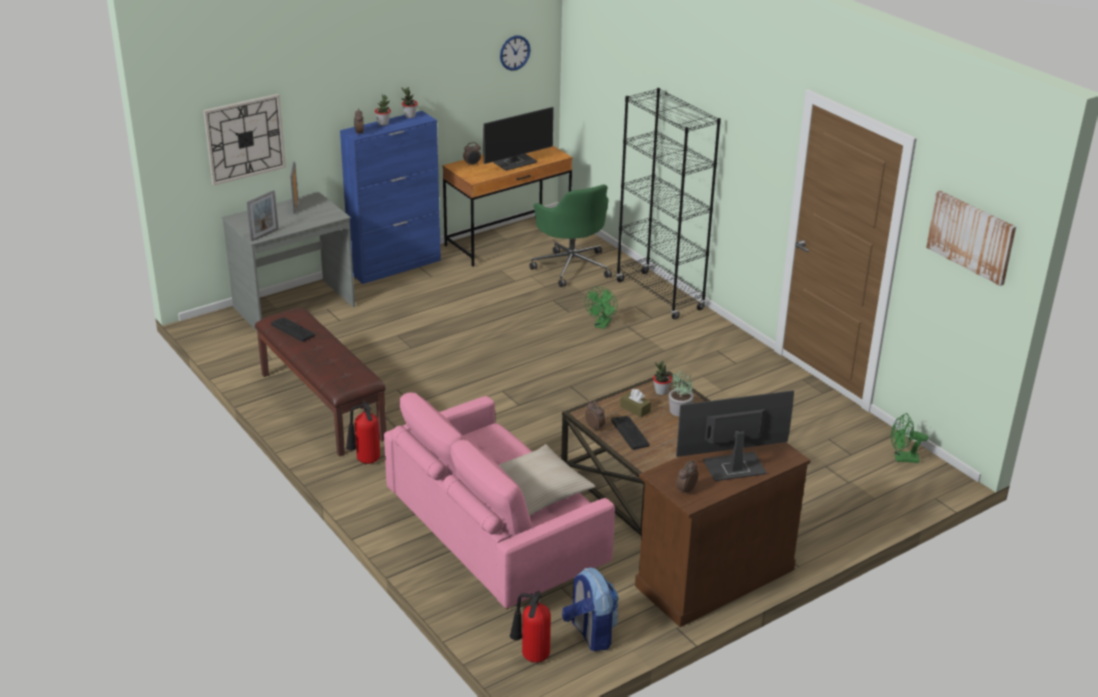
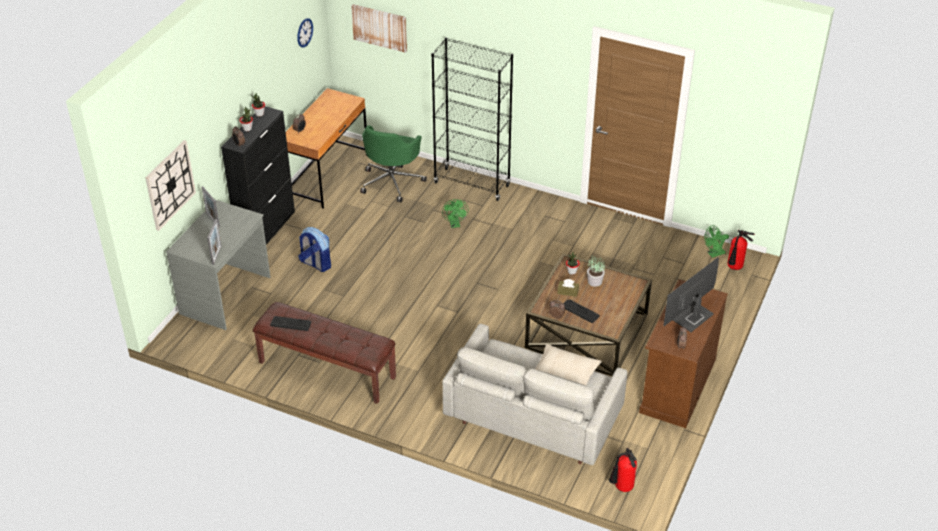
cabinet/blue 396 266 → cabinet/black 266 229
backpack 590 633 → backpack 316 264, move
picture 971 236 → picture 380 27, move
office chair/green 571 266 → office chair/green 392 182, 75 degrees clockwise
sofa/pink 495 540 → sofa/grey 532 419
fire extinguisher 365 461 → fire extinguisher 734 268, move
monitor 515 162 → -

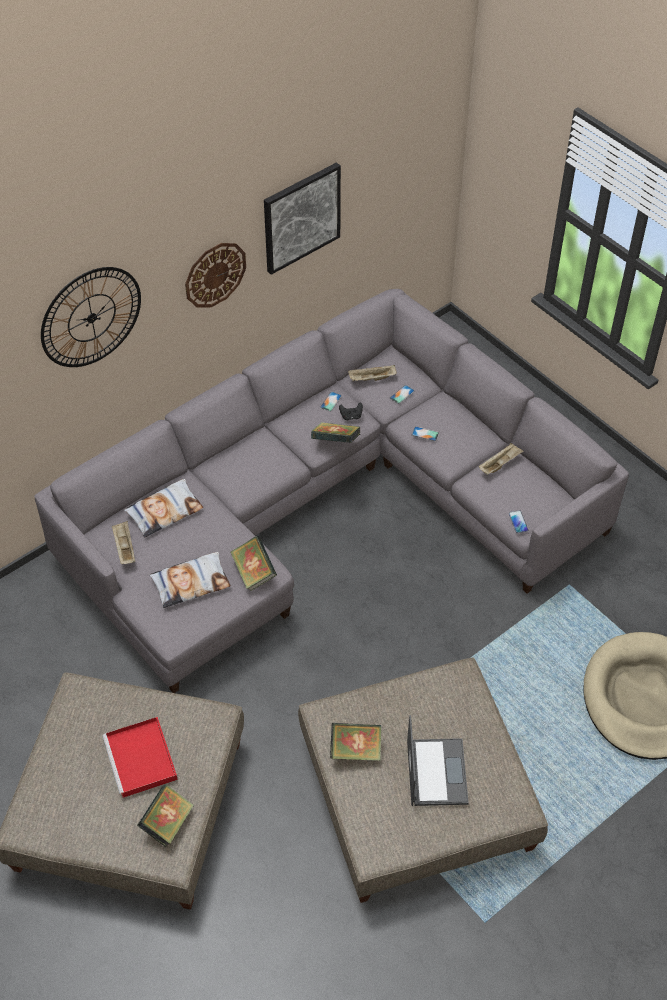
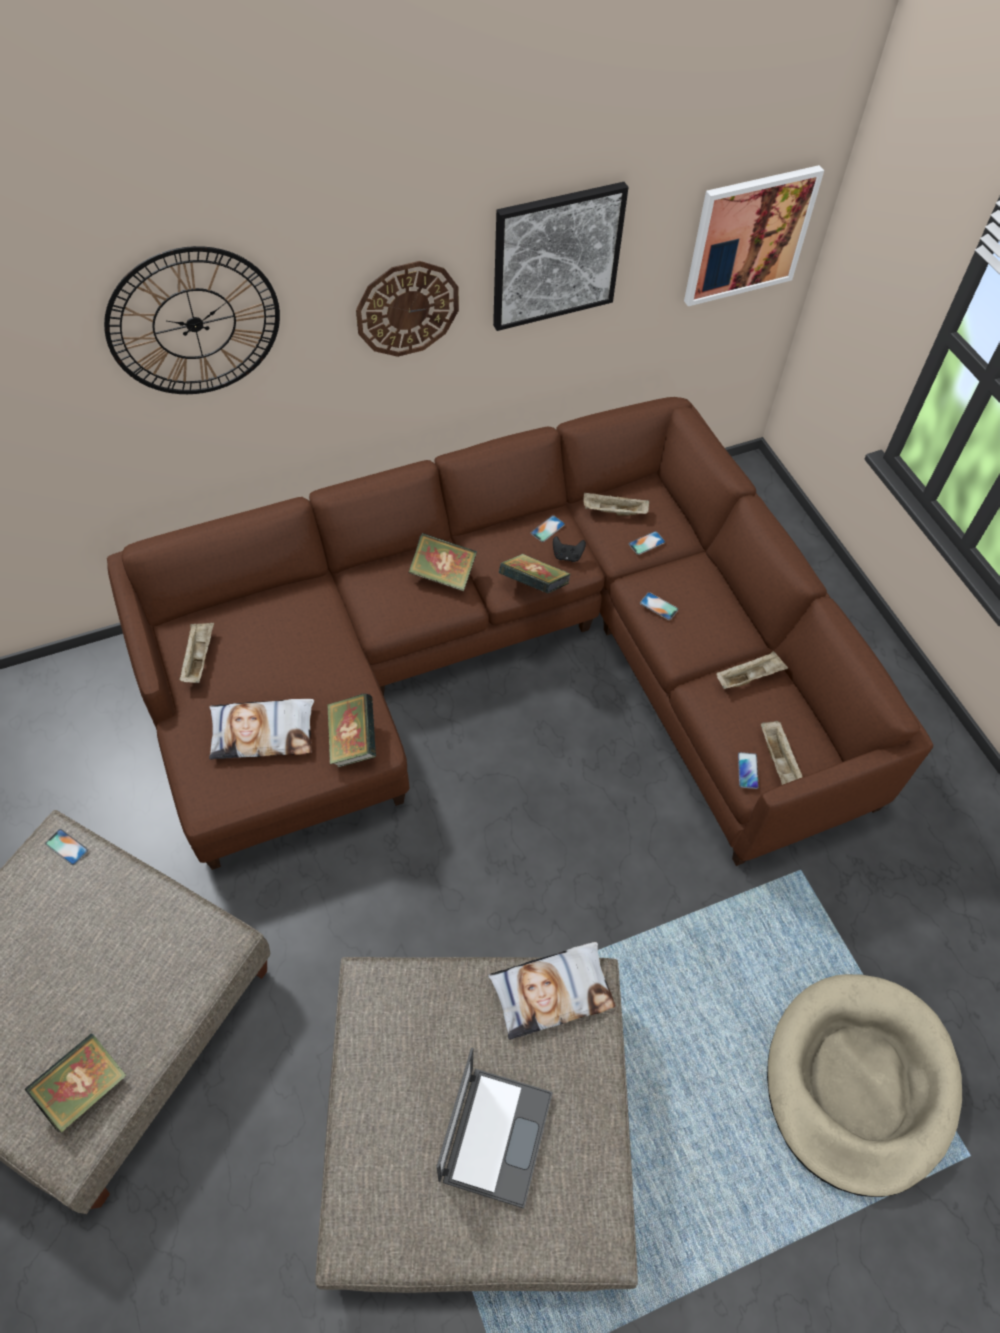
- → phone 66 847
sofa/grey 324 506 → sofa/brown 505 664
book 355 750 → book 443 575, move
pillow 164 511 → pillow 552 992, move
- → picture 749 235
- → tray/beige 779 762
tray/red 141 760 → -

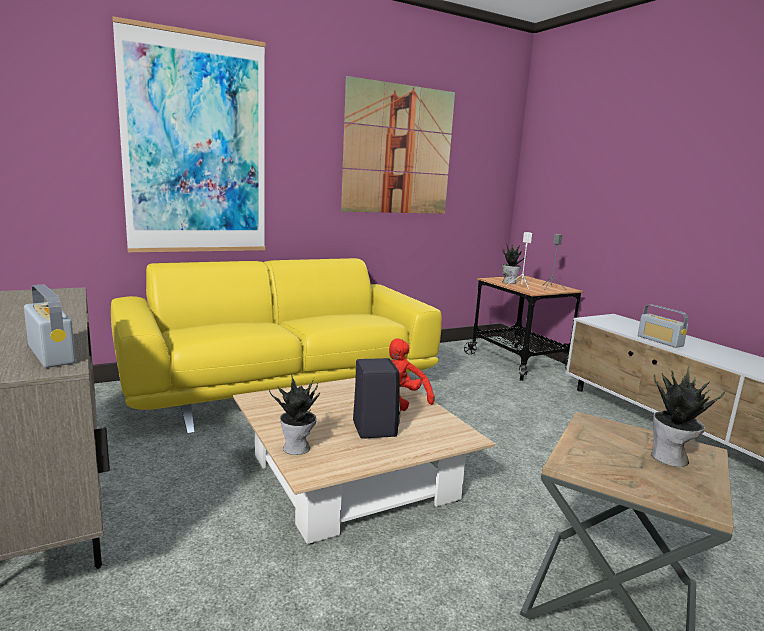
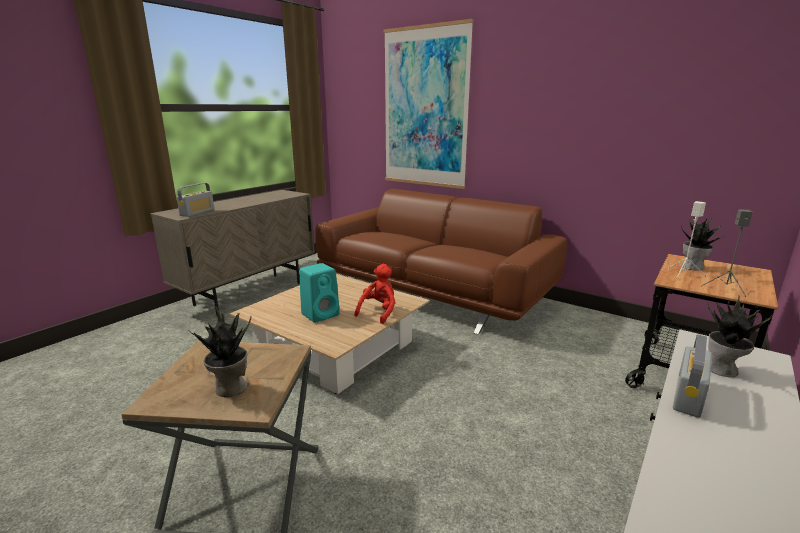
speaker/black 373 428 → speaker/turquoise 321 314
sofa/yellow 281 386 → sofa/brown 433 293
potted plant 297 448 → potted plant 722 370, move
picture 398 150 → -

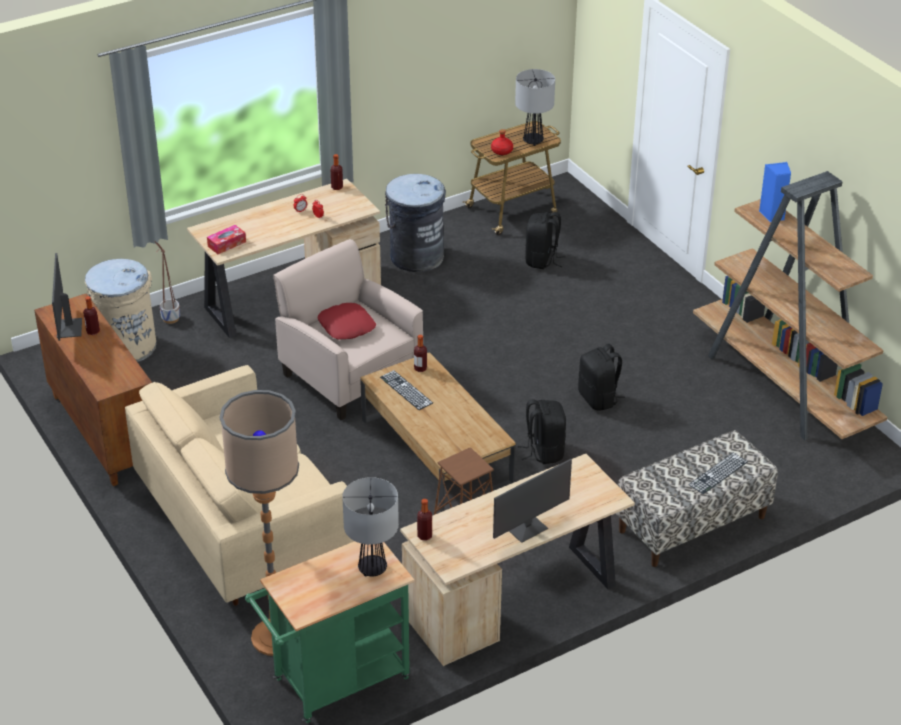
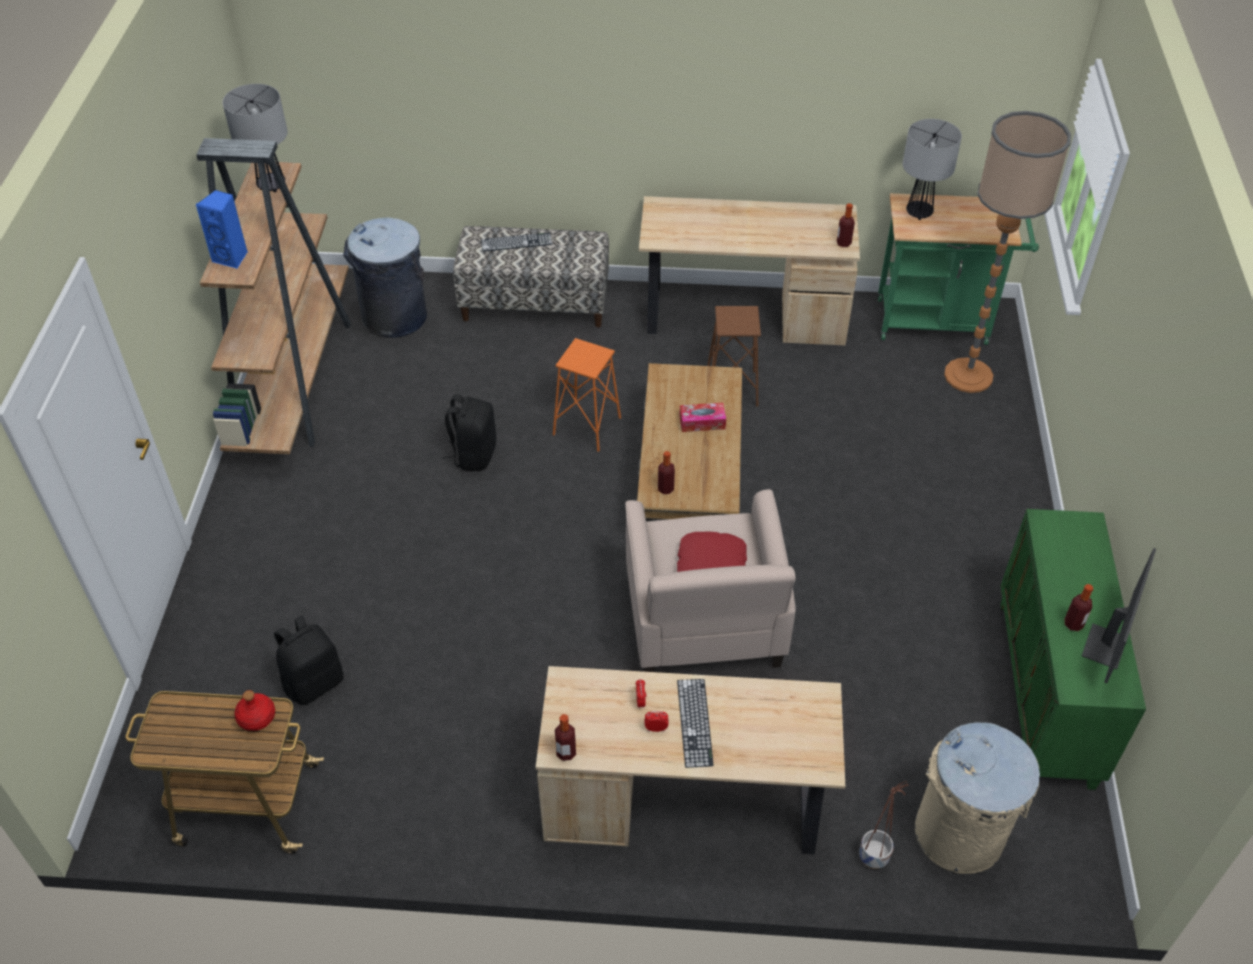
table lamp 533 141 → table lamp 271 185, move
trash can/grey 416 256 → trash can/grey 395 317, move
backpack/black 543 451 → stool/orange 587 426
keyboard 406 390 → keyboard 694 722, move
tissue box 227 244 → tissue box 702 422, move
cabinet/brown 103 432 → cabinet/green 1046 693
sofa/beige 243 528 → -
monitor 527 528 → -

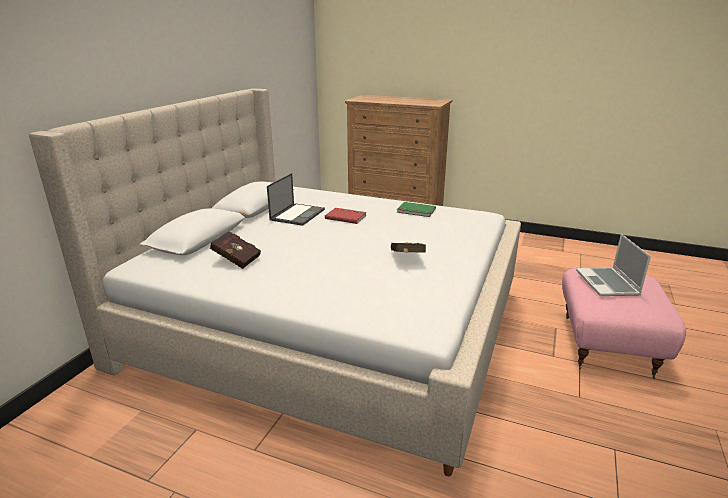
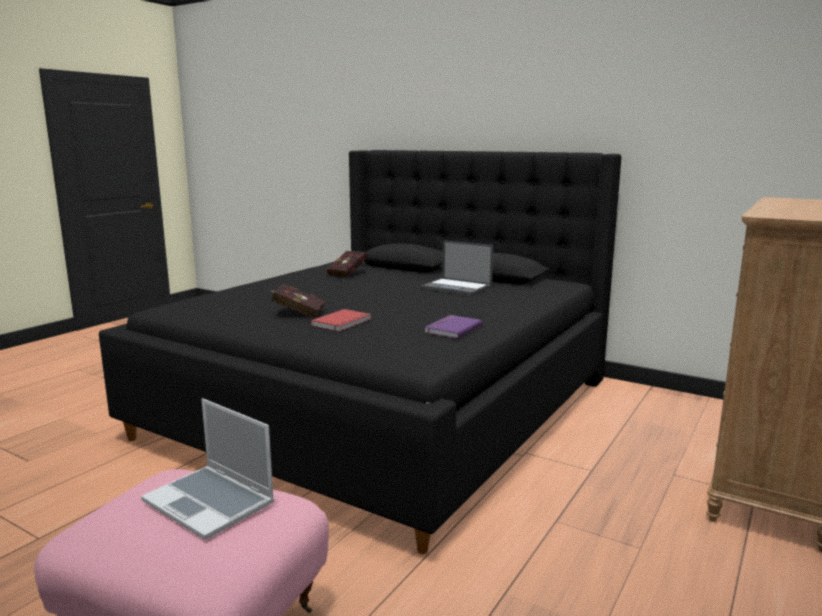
bed/beige 327 325 → bed/black 387 406
laptop 608 284 → laptop 211 503, 150 degrees counterclockwise
book/red 346 216 → book/red 343 322, move
book/green 416 211 → book/purple 451 329

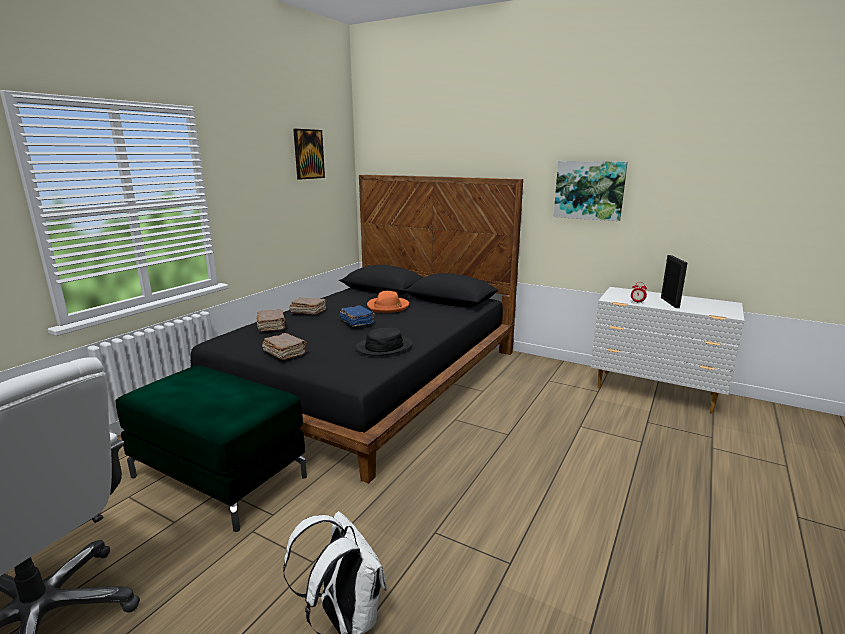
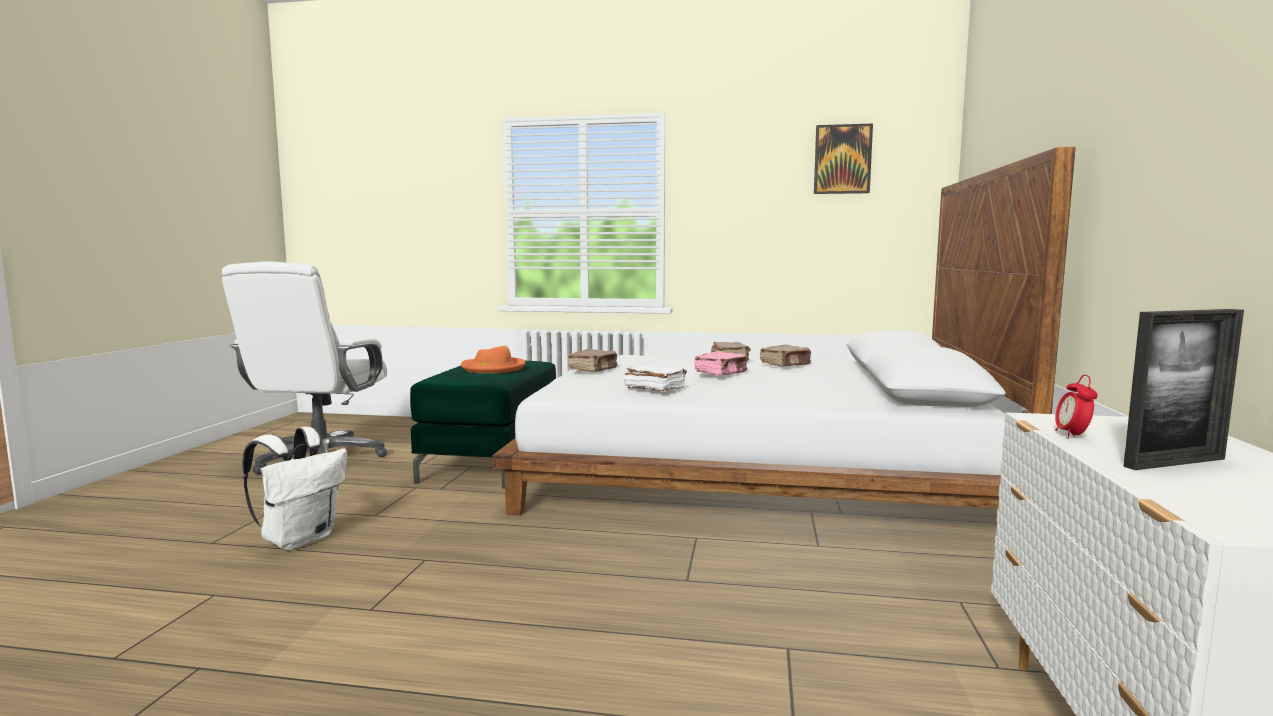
hat/orange 388 307 → hat/orange 493 368, move
bed/black 369 379 → bed/white 751 475
hat/black 384 347 → book/white 654 388
book/blue 357 322 → book/pink 721 373
book/brown 272 327 → book/brown 785 364, move
picture 589 190 → -

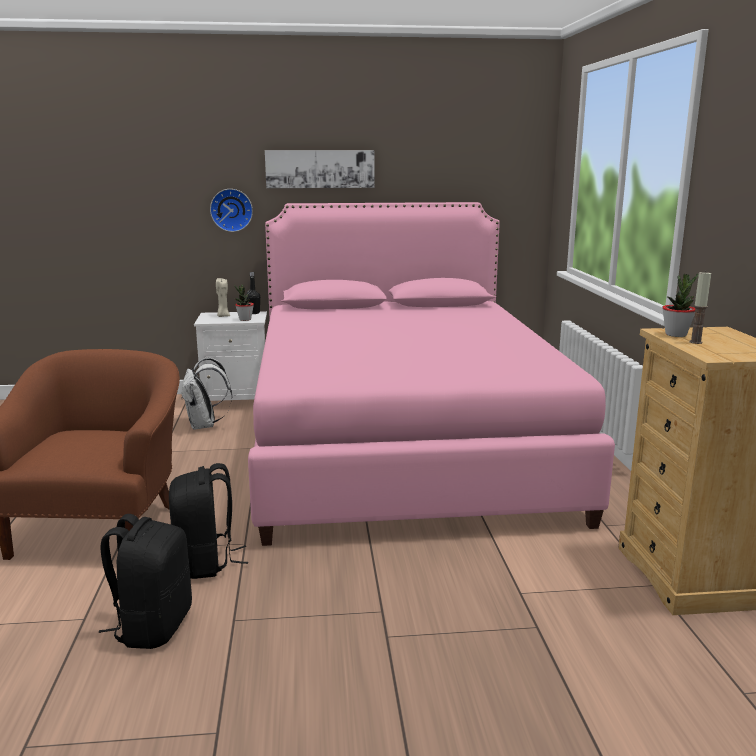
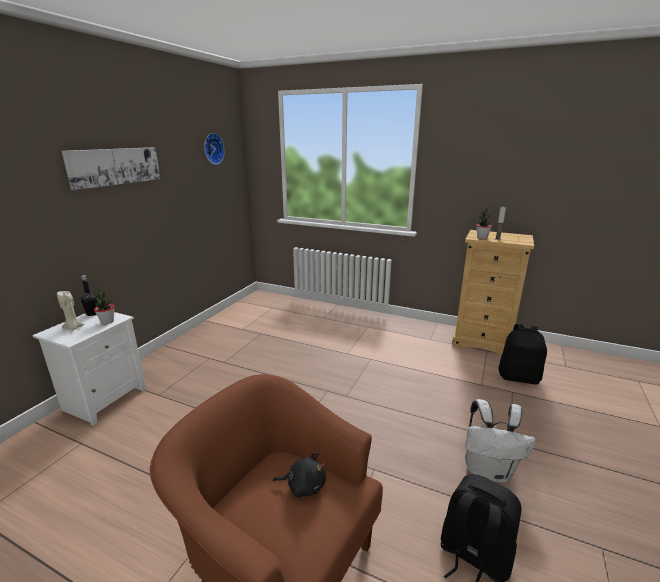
wall clock 231 210 → wall clock 212 149, move
- → plush toy/black 304 485
backpack/white 205 425 → backpack/white 488 470, move
backpack/black 206 563 → backpack/black 519 377, move
bed/pink 401 446 → -

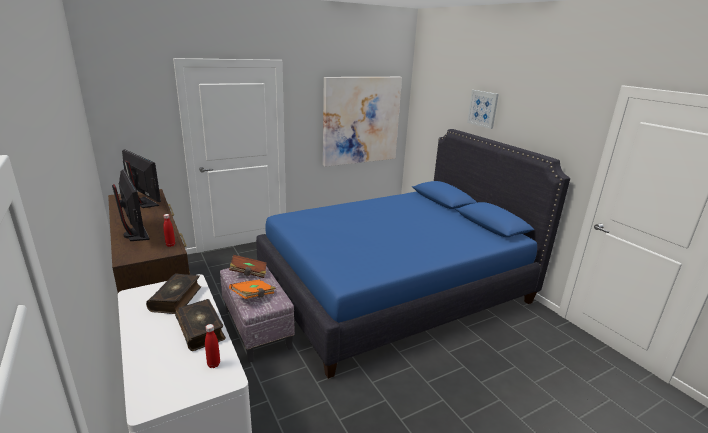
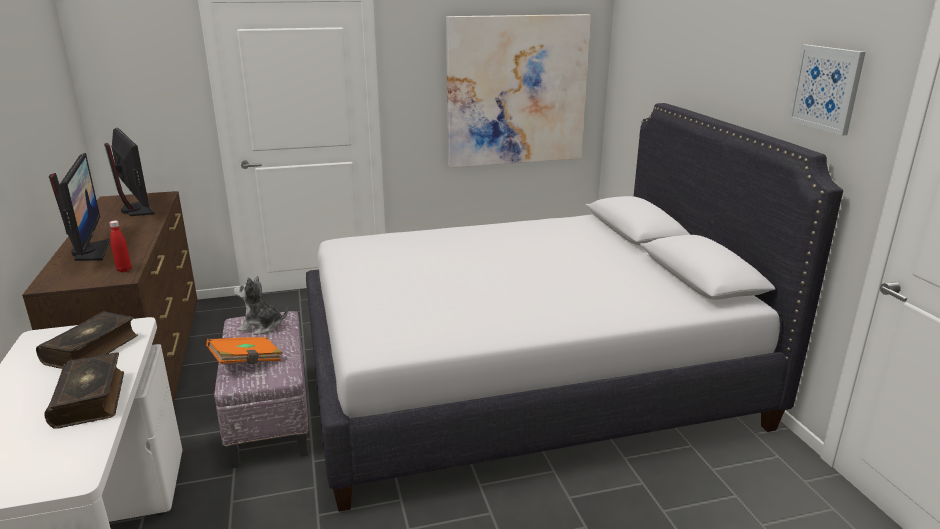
book/brown 248 273 → plush toy 261 326
bed/blue 394 288 → bed/white 523 378
picture 483 109 → picture 826 88, move
bottle/red 213 364 → -

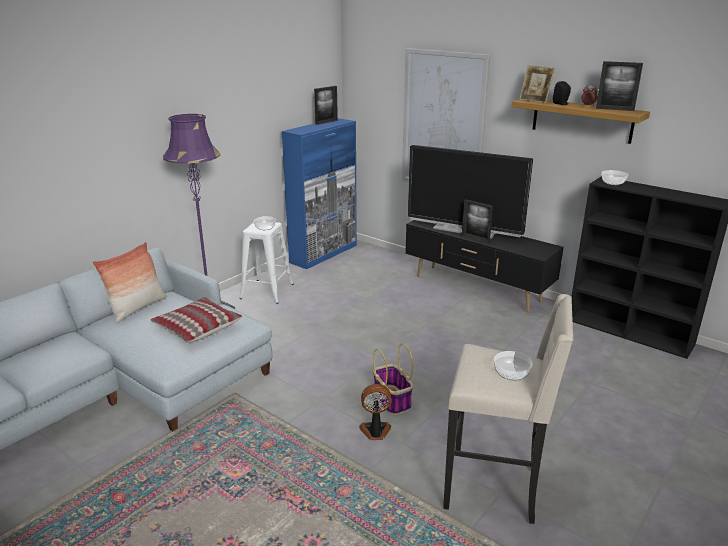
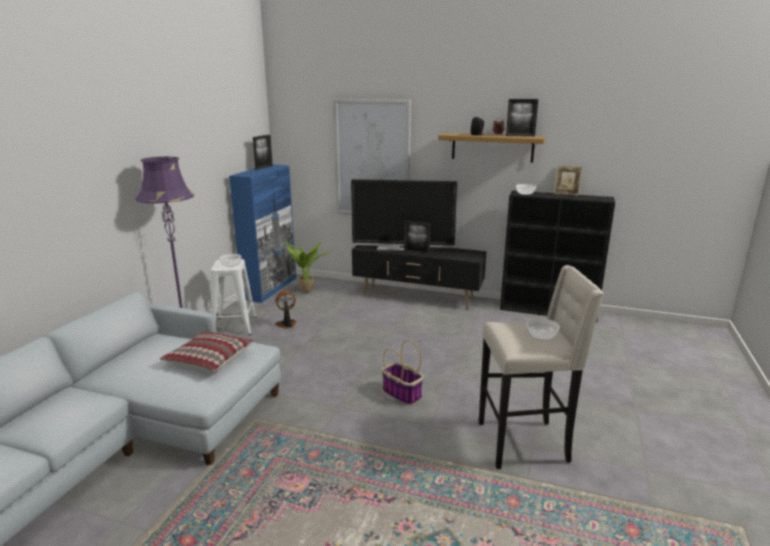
fan 375 431 → fan 287 325, move
- → potted plant 306 292
picture frame 534 101 → picture frame 566 193, move
pillow 137 308 → -

